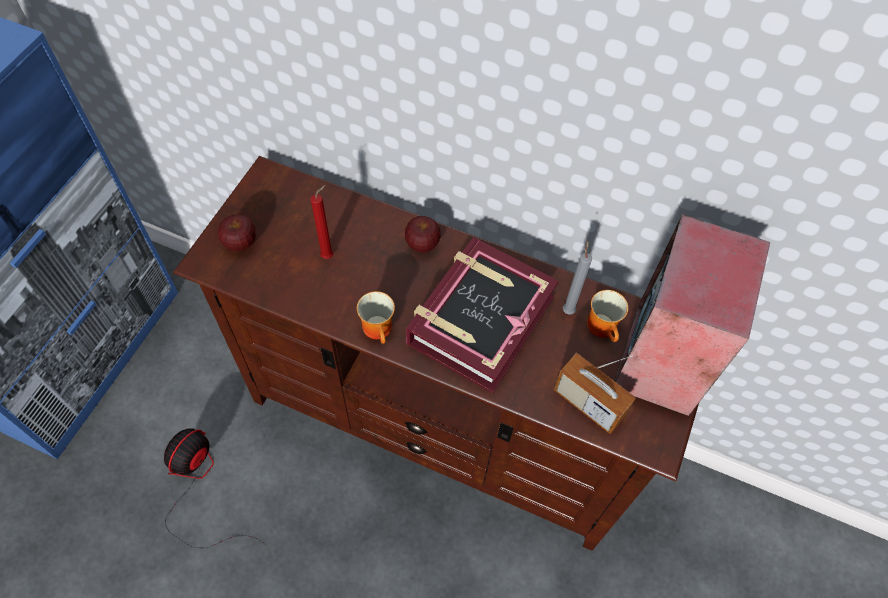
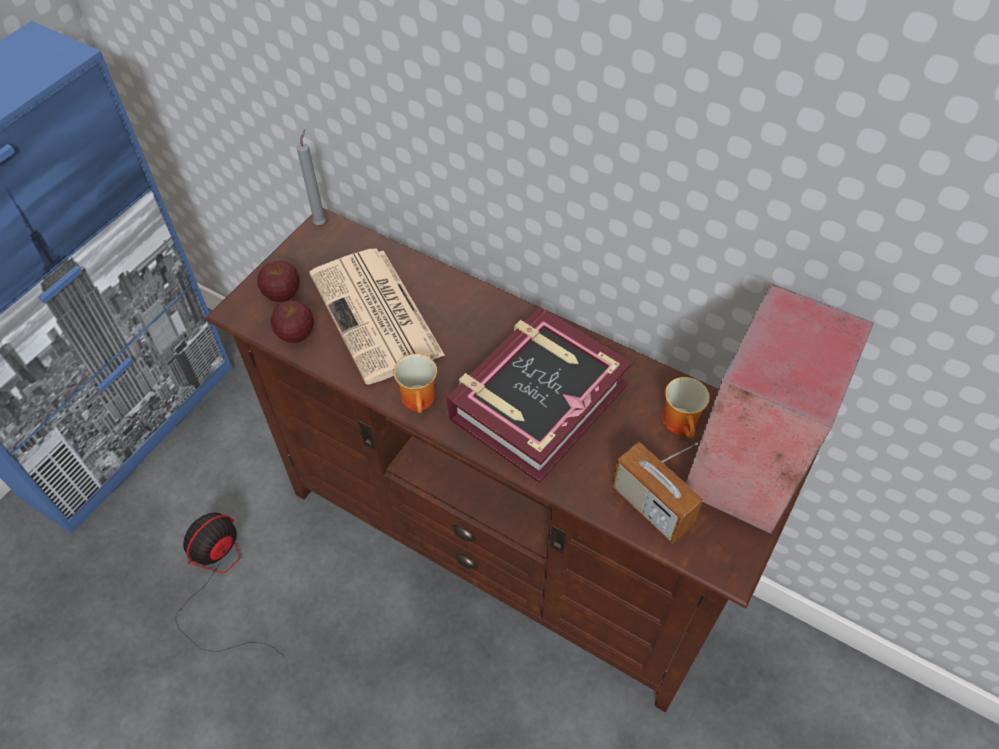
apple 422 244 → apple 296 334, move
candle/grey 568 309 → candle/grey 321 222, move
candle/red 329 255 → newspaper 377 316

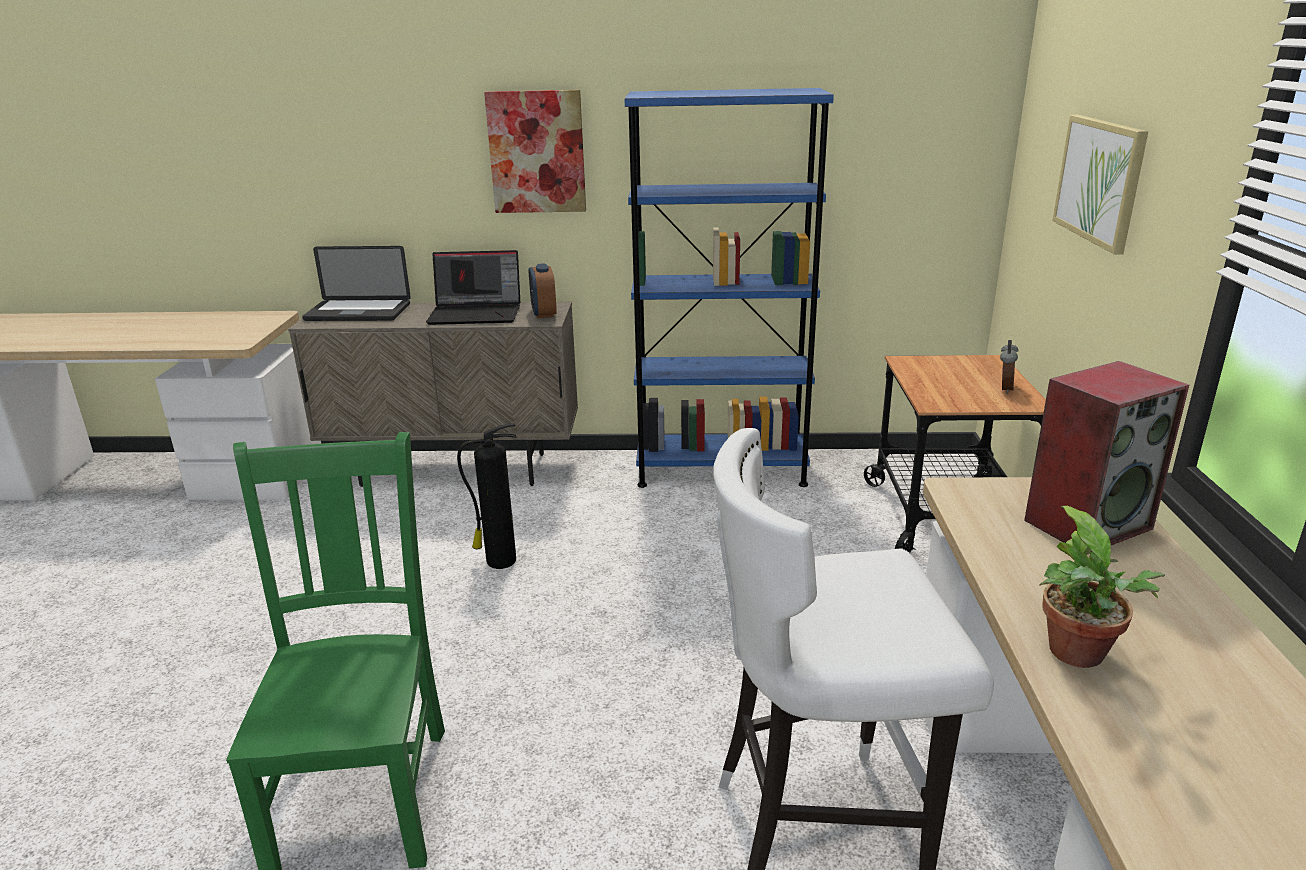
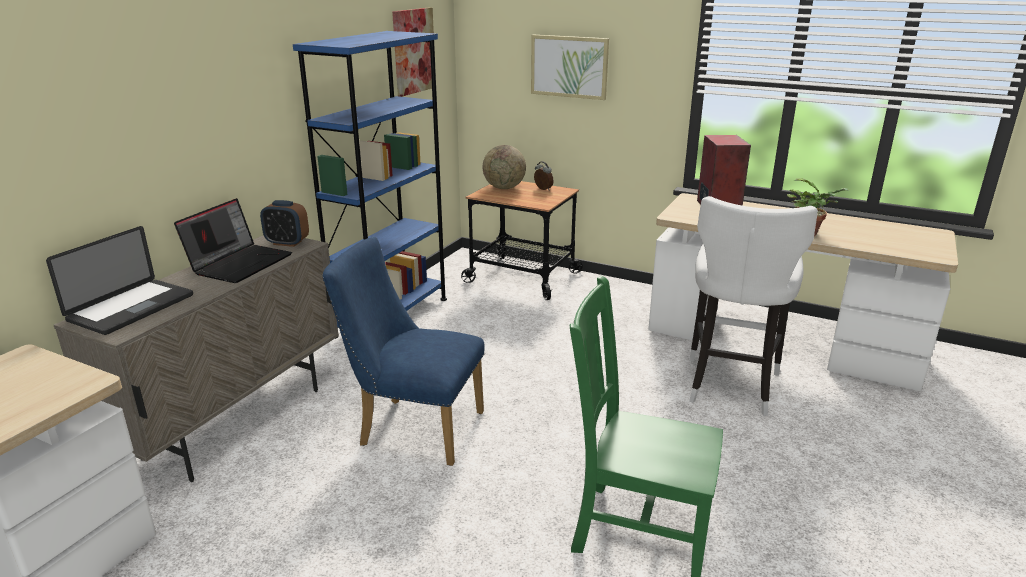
fire extinguisher 499 561 → chair/blue 413 428
picture 537 152 → picture 413 51, move
- → globe 504 188

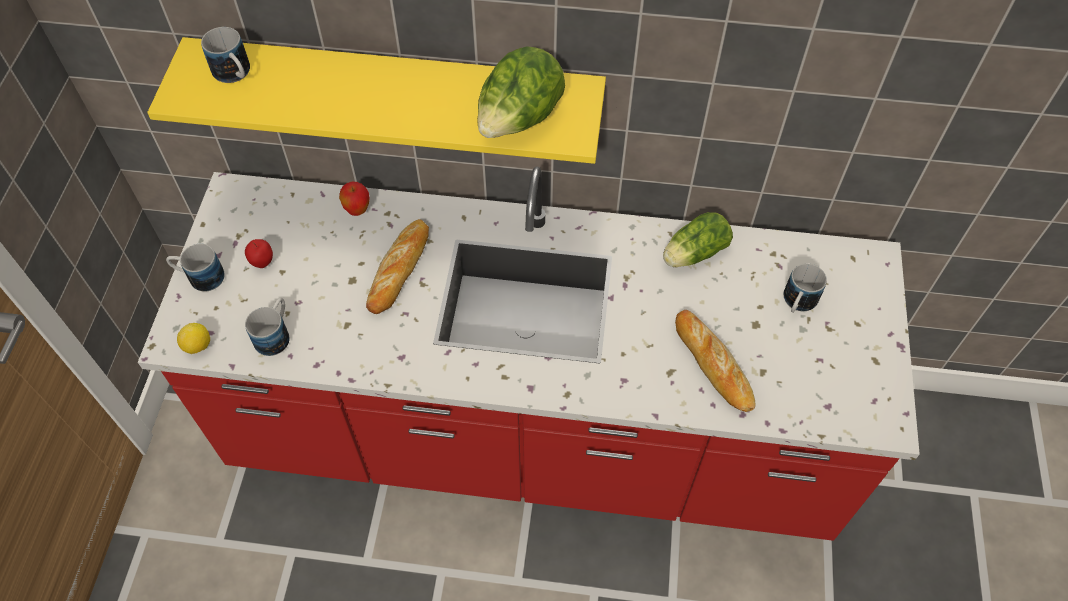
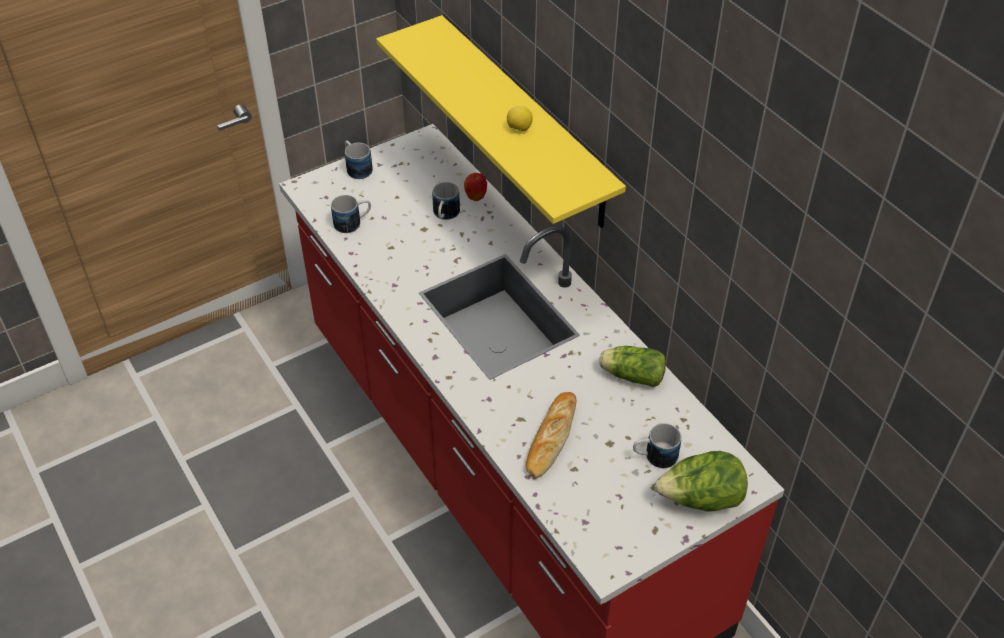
mug 235 75 → mug 445 215, move
lemon 198 346 → lemon 519 129, move
lettuce 519 121 → lettuce 700 500, move
apple 263 263 → -
bread 399 269 → -

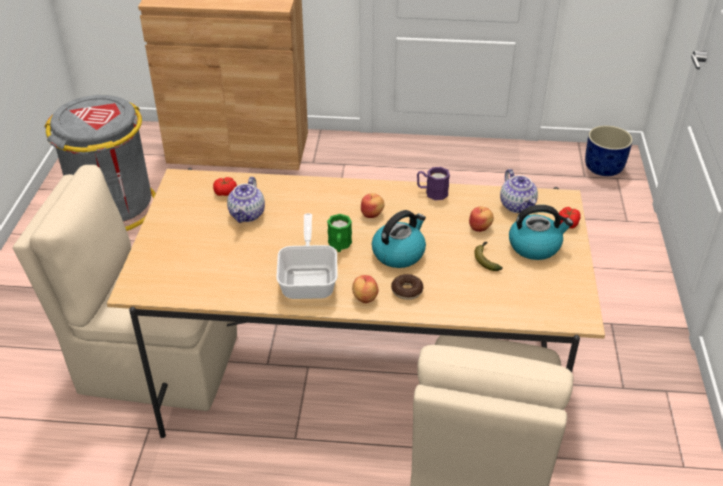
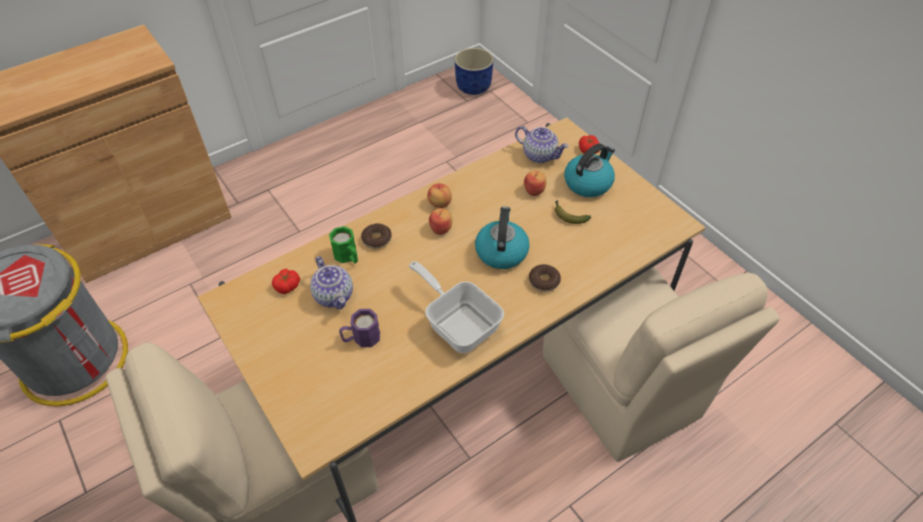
mug/green 339 245 → mug/green 348 257, move
mug/purple 432 192 → mug/purple 361 338, move
- → donut 377 239
apple 364 298 → apple 439 203, move

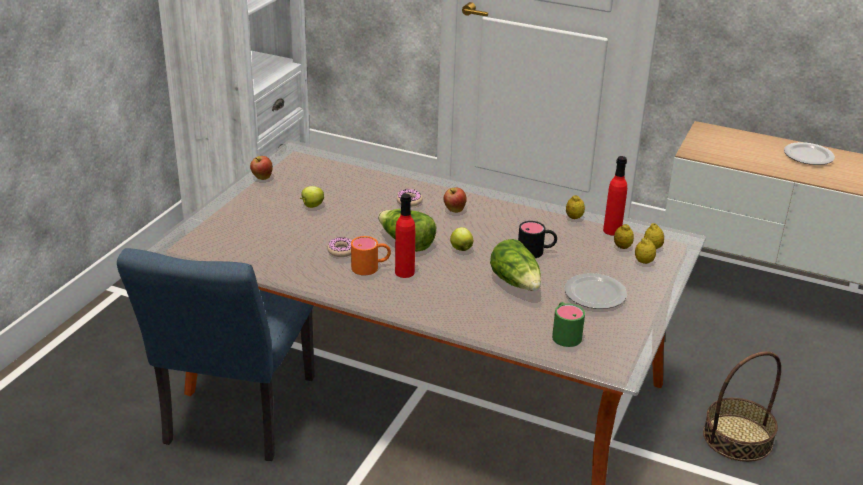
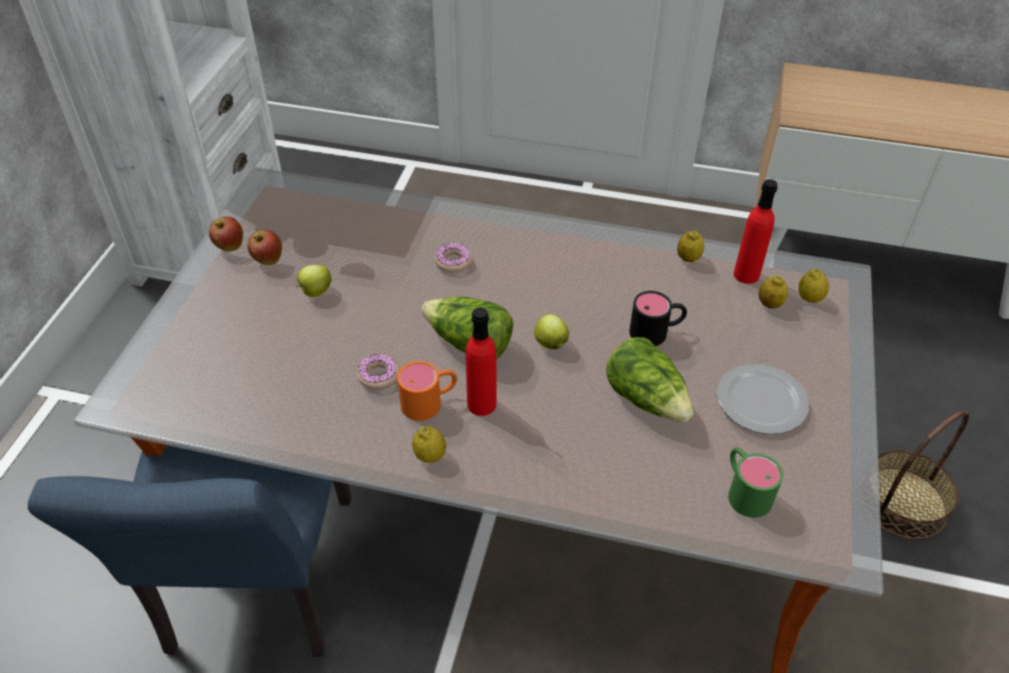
apple 454 210 → apple 268 260, move
lemon 644 262 → lemon 430 456, move
plate 808 156 → -

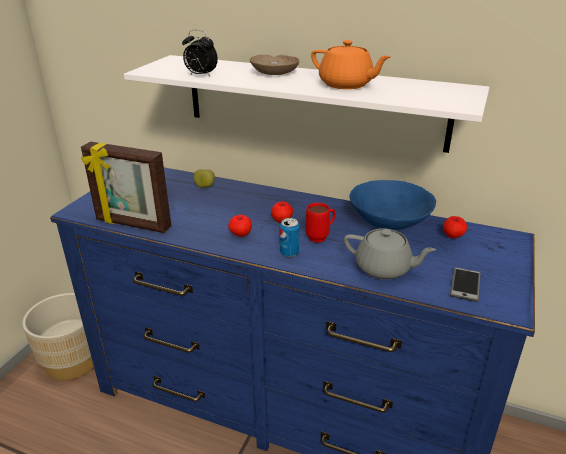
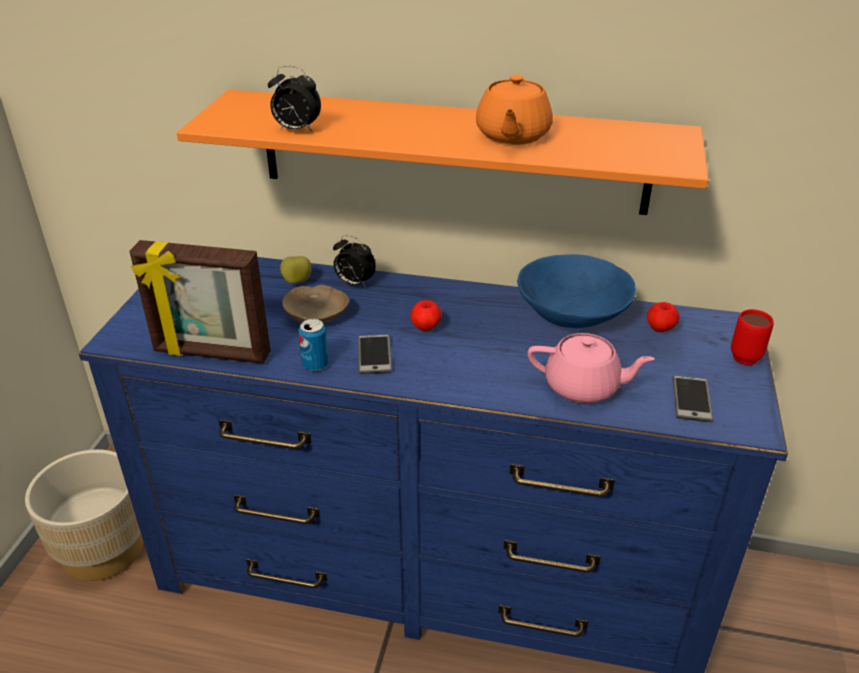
shelf/white 312 101 → shelf/orange 452 152
bowl/beige 274 73 → bowl/beige 316 315, move
can 289 252 → can 315 364, move
- → alarm clock 354 283
apple 240 235 → phone 374 355
teapot/orange 346 85 → teapot/orange 512 136, 75 degrees clockwise
teapot/grey 384 269 → teapot/pink 583 387
mug/red 321 237 → mug/red 749 356, move

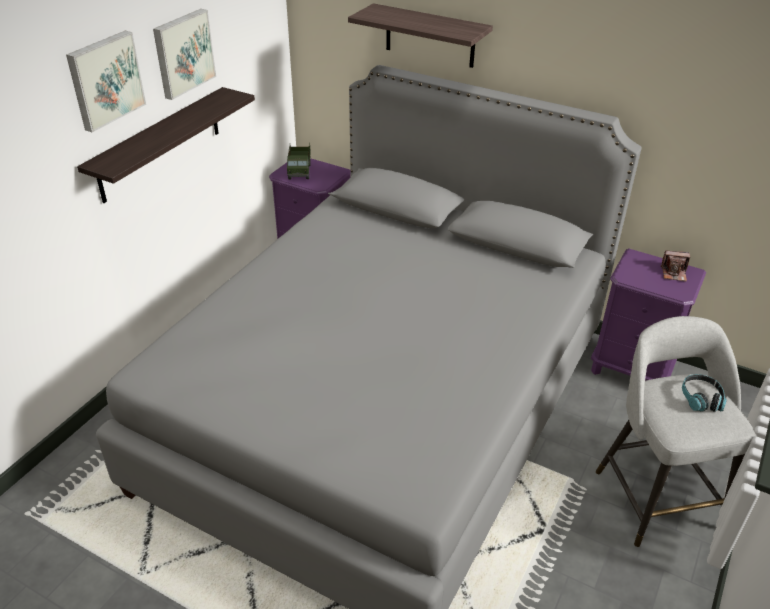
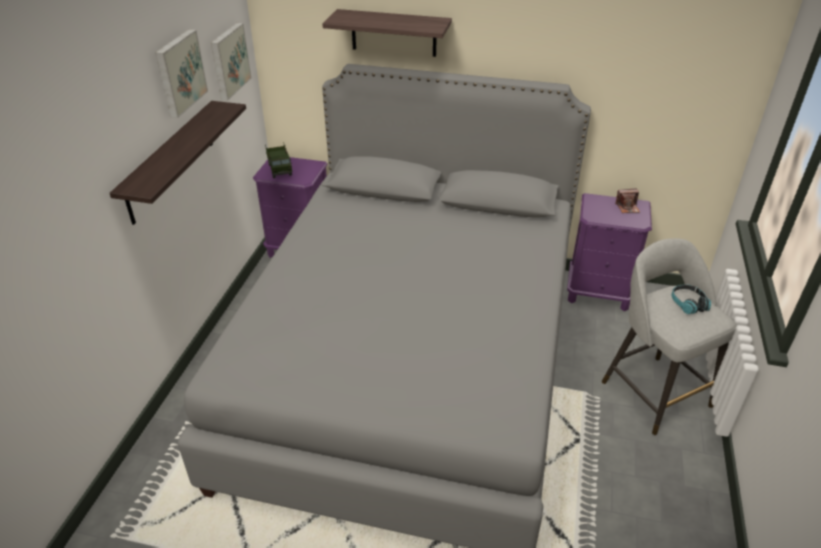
picture 105 80 → picture 228 61, move

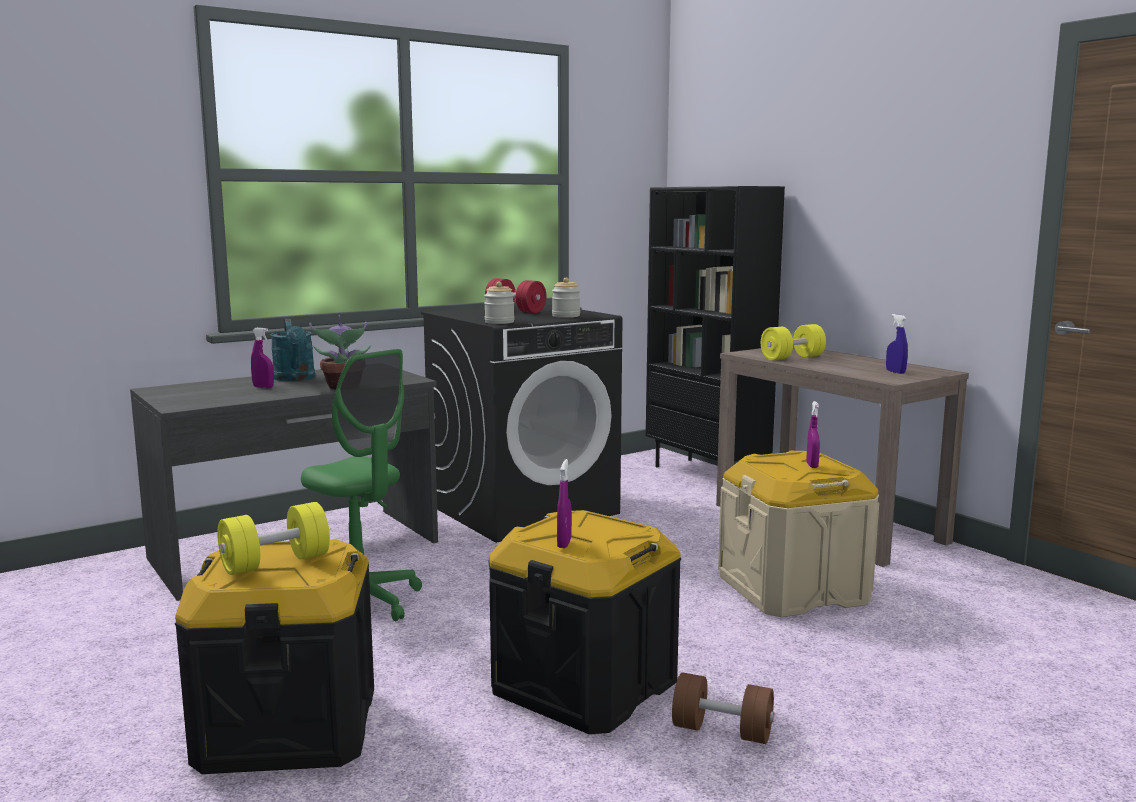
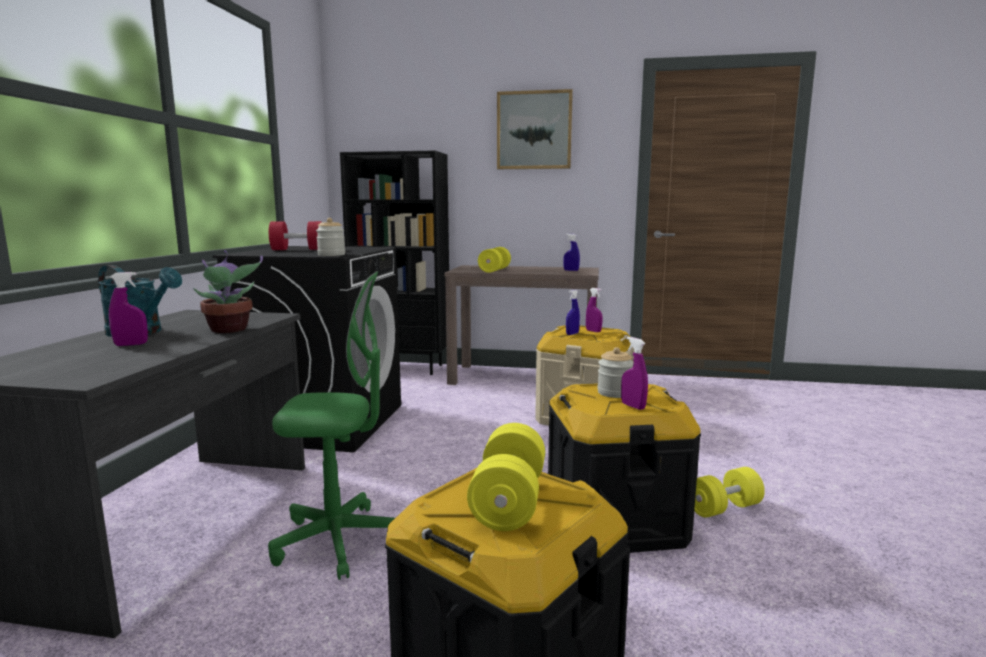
- → picture 534 130
- → spray bottle/blue 572 334
jar 566 316 → jar 614 393, move
dumbbell/brown 722 731 → dumbbell/yellow 724 508

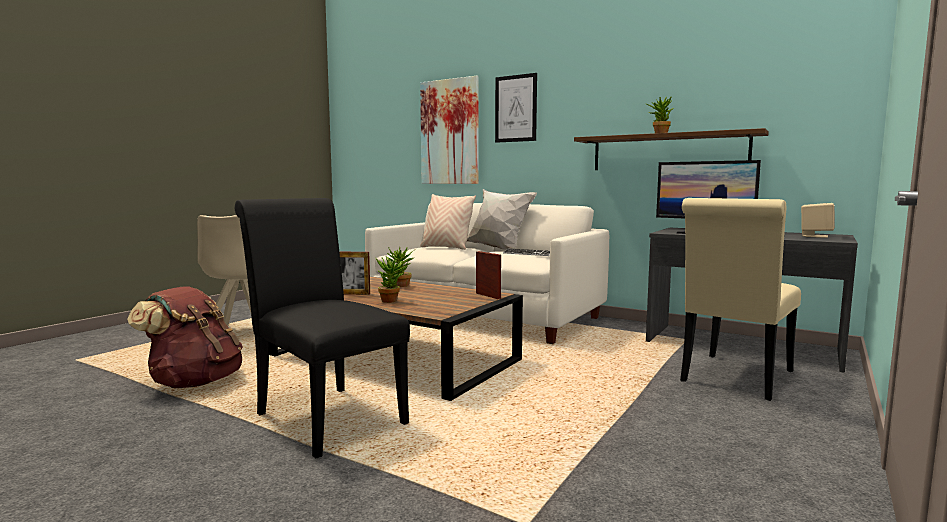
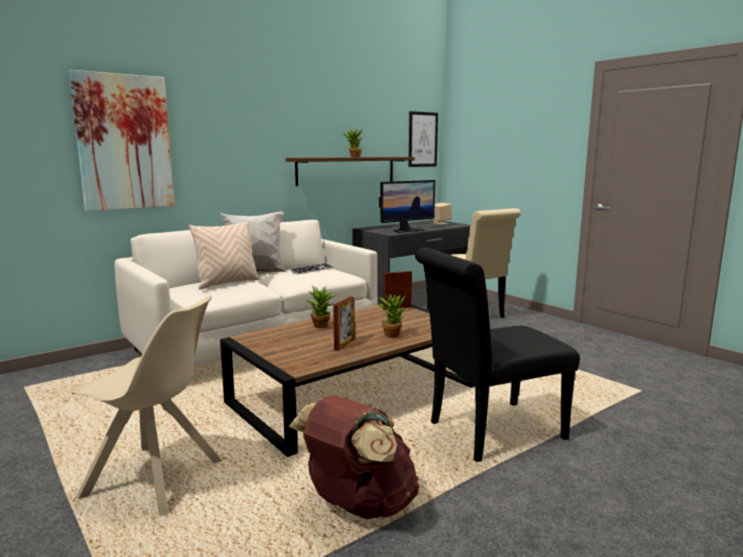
picture 515 108 → picture 423 139, move

